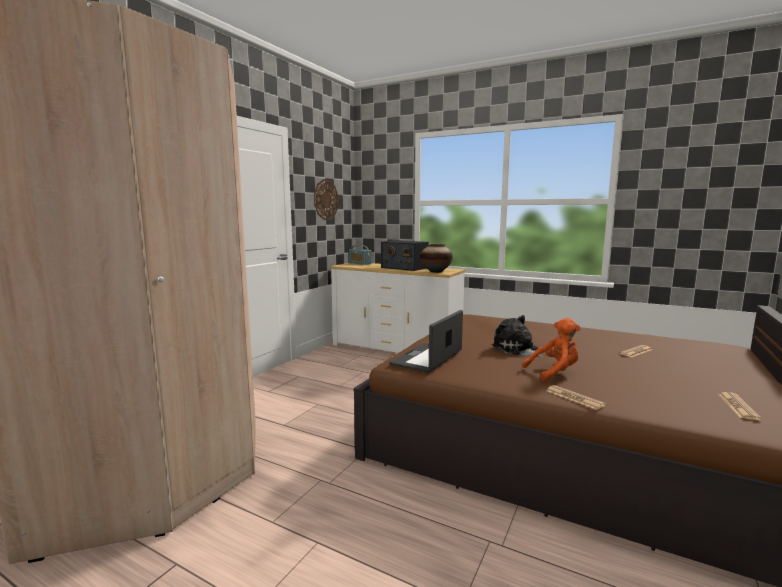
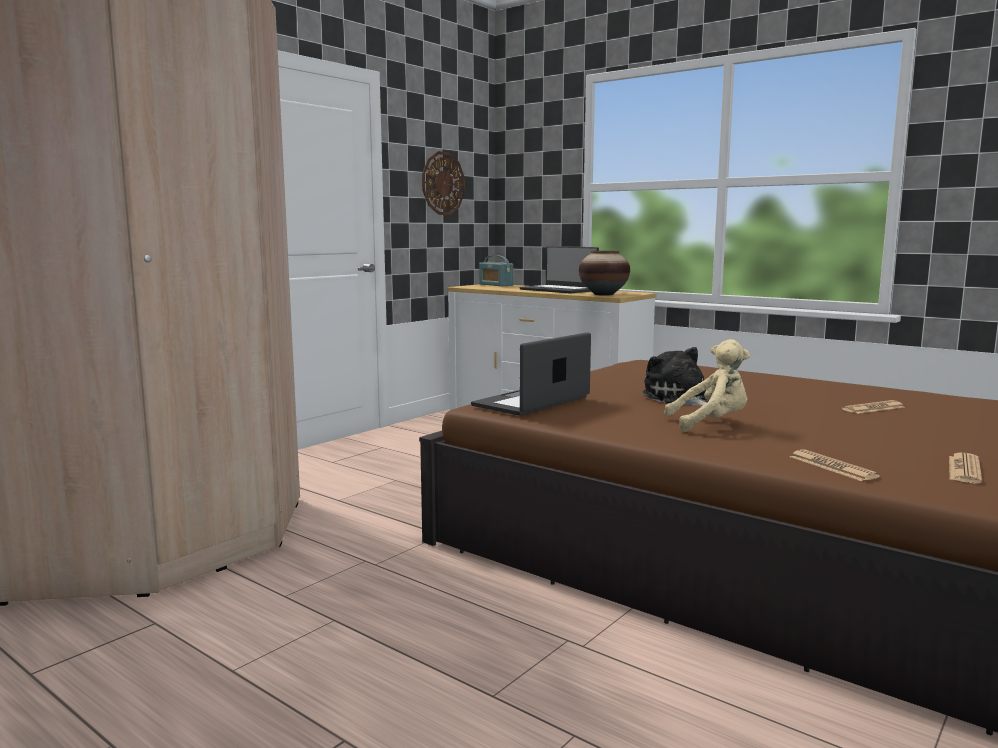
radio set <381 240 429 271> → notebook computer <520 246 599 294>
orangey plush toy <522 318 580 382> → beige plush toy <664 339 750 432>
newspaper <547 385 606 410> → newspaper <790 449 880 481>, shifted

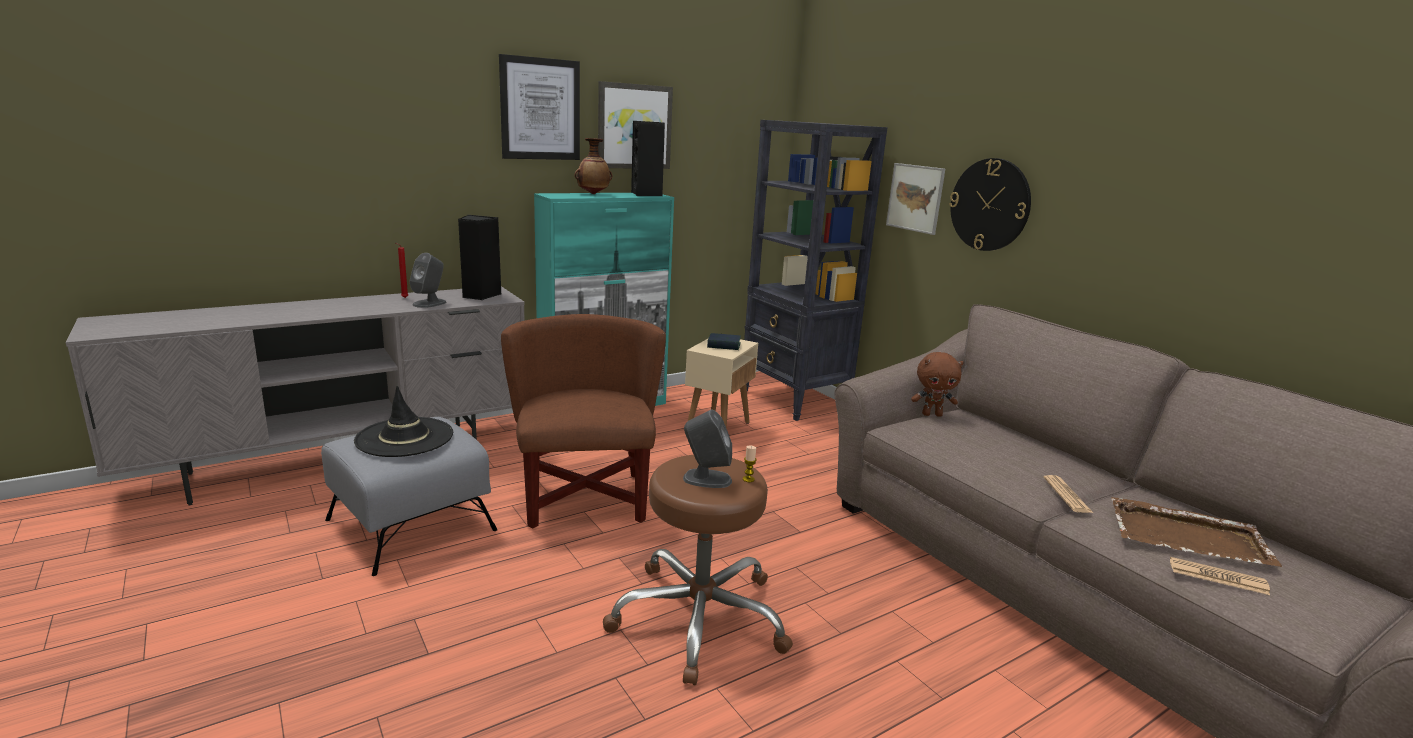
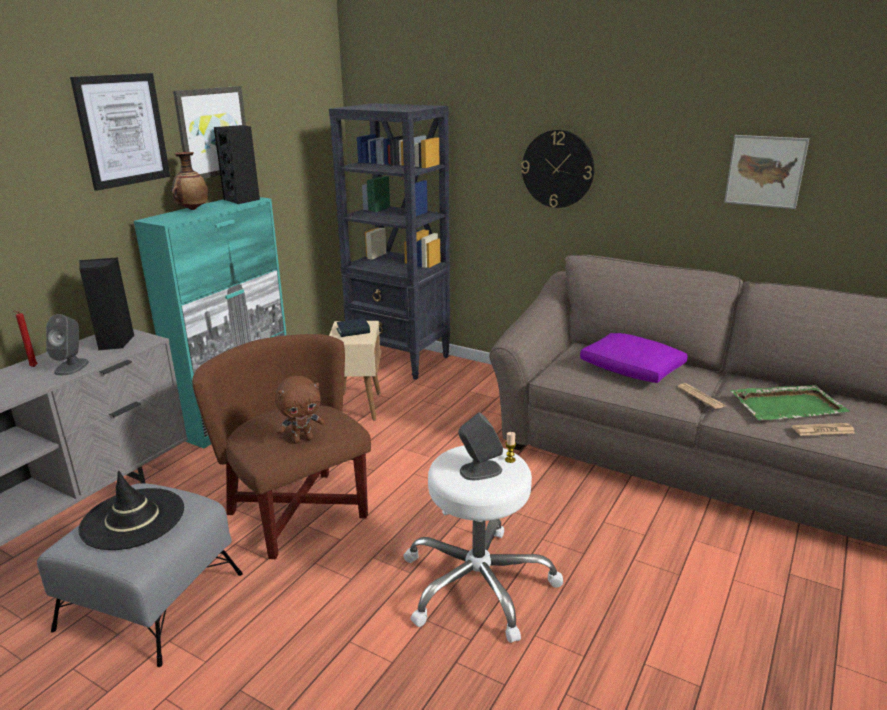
picture <886 163 945 235> → picture <724 135 809 209>, shifted
brown plush toy <911 352 964 417> → brown plush toy <275 376 325 444>, shifted
brown sitting stool <603 455 793 685> → white-coloured sitting stool <403 446 563 643>
brown serving tray <1111 497 1282 567> → green serving tray <731 385 850 420>
- → purple-coloured cushion <580 333 688 383>

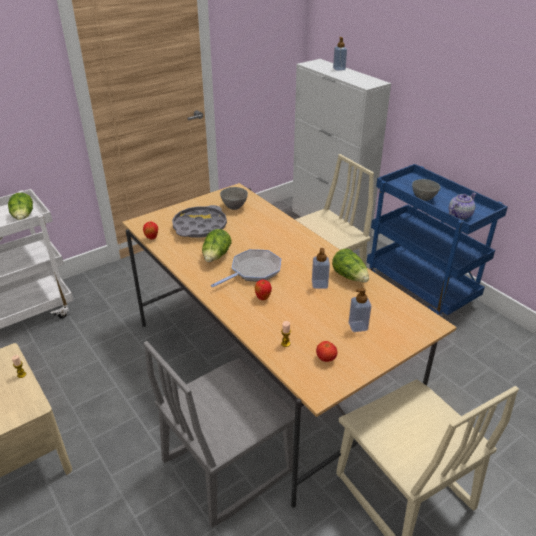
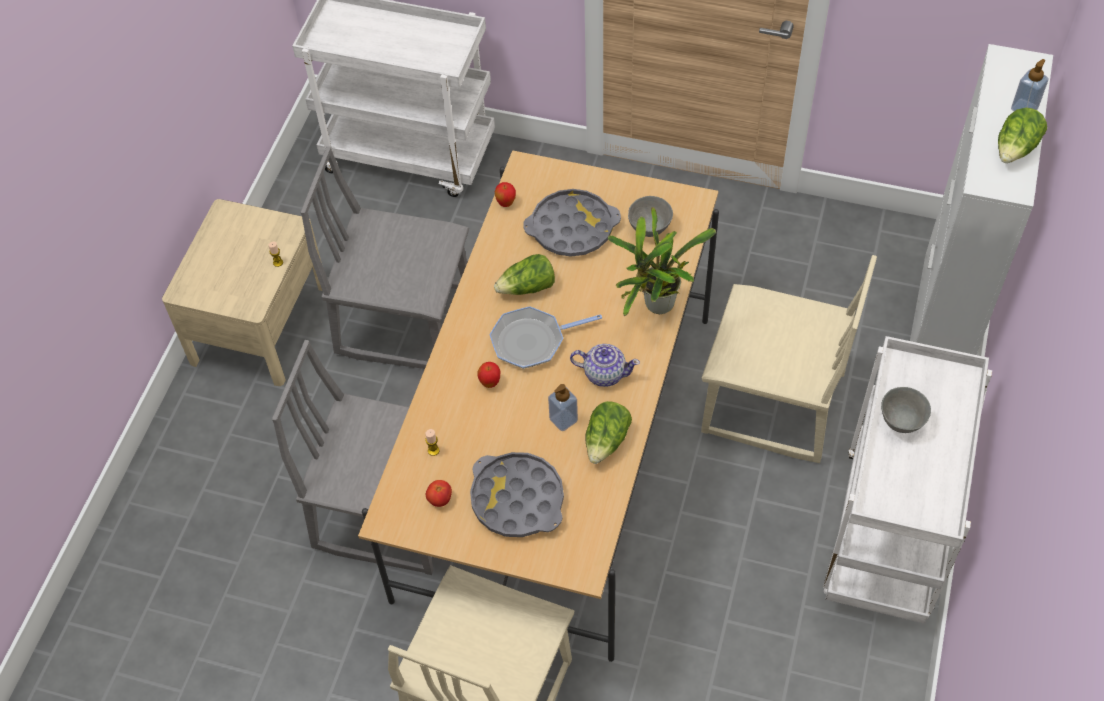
blue-coloured trolley <367 164 508 315> → white-coloured trolley <823 336 992 624>
lettuce head <8 193 33 220> → lettuce head <998 108 1047 163>, shifted
tea pot <449 193 476 220> → tea pot <570 344 640 387>, shifted
pan <211 249 281 287> → pan <489 306 602 369>, 150 degrees clockwise
liquid soap bottle <349 288 372 332> → greyish serving tray <470 452 564 537>
- → greyish upright chair <301 146 469 369>
- → plant in a pot <608 207 716 316>

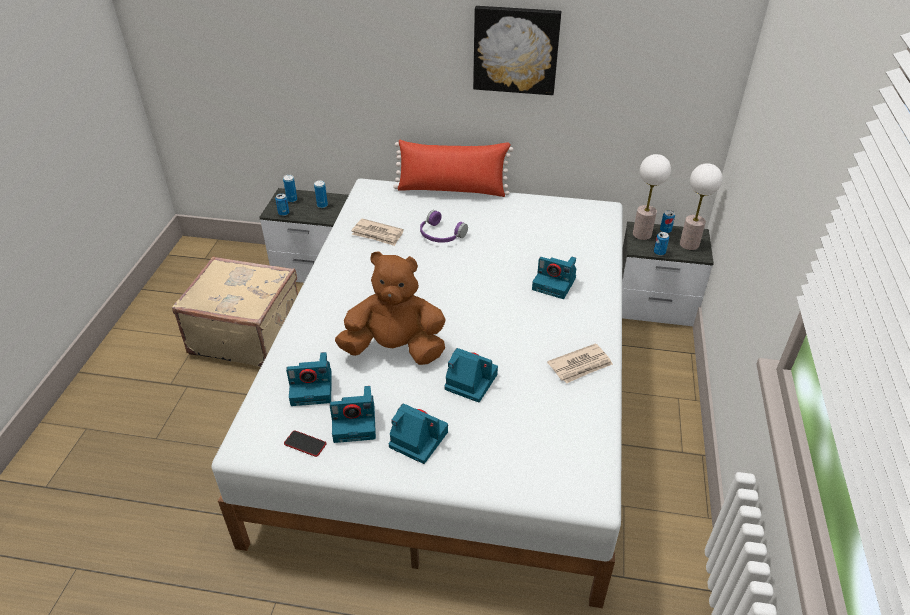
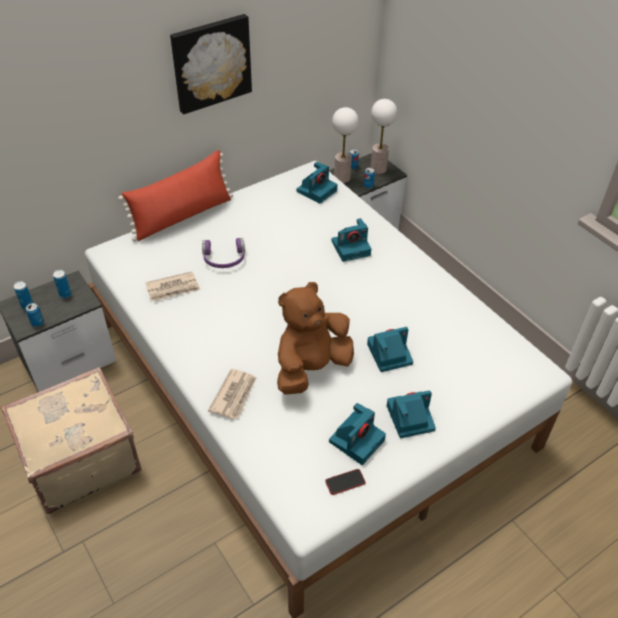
newspaper <547 343 613 383> → newspaper <208 369 257 419>, shifted
still camera <286 352 332 406> → still camera <297 162 337 204>, shifted

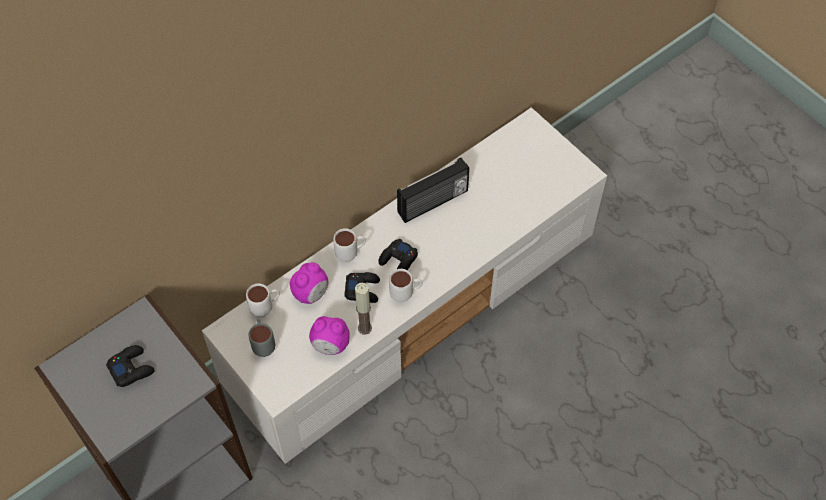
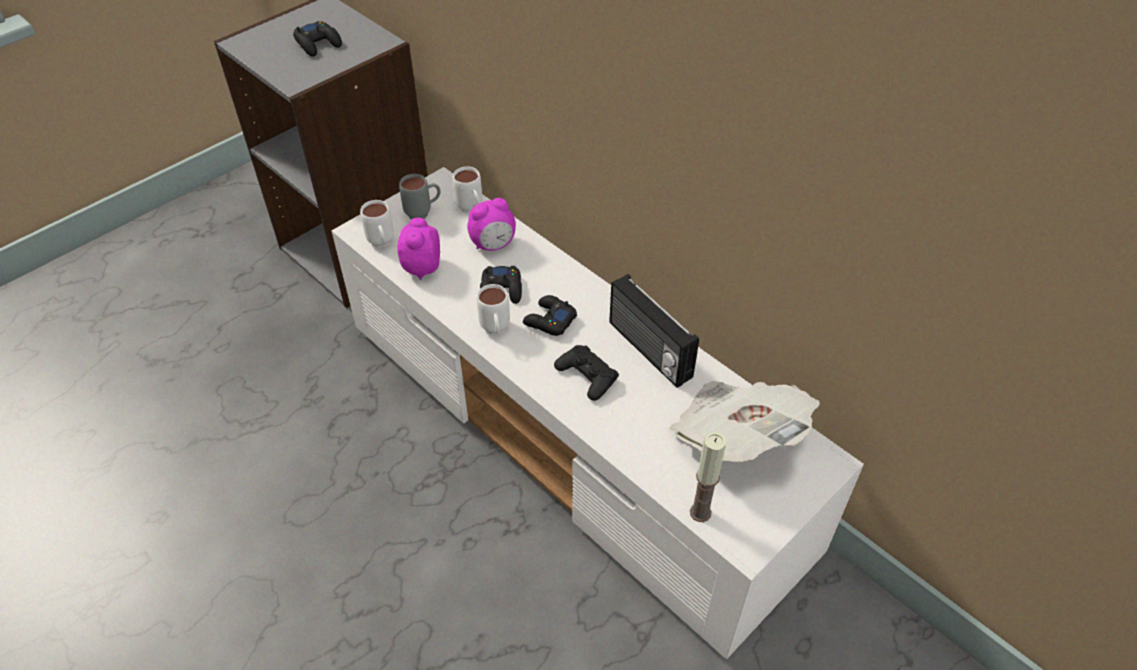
white-coloured mug <333 228 366 262> → white-coloured mug <360 200 394 248>, shifted
bedside clock <290 262 328 304> → bedside clock <467 198 516 251>, 60 degrees counterclockwise
wax light <355 283 372 335> → wax light <690 432 726 522>, shifted
- → black game controller <554 345 619 401>
- → newspaper <669 381 820 462>

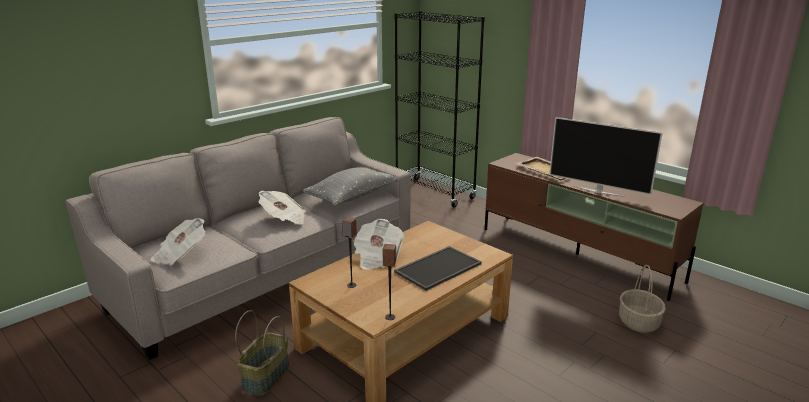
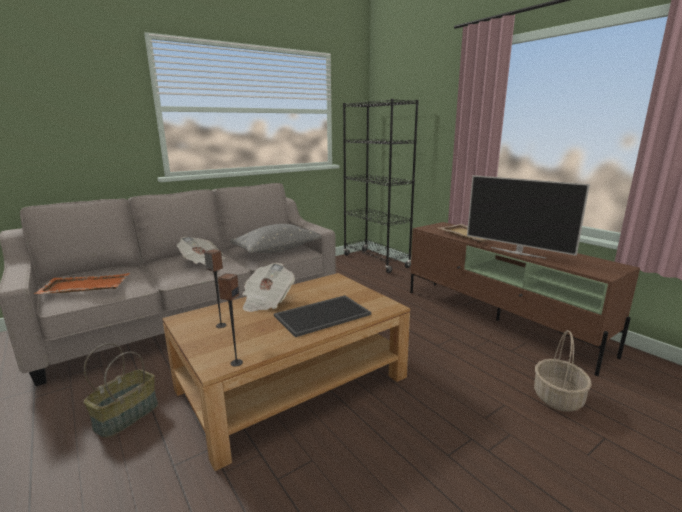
newspaper <151 218 205 265> → orangey serving tray <34 273 130 294>

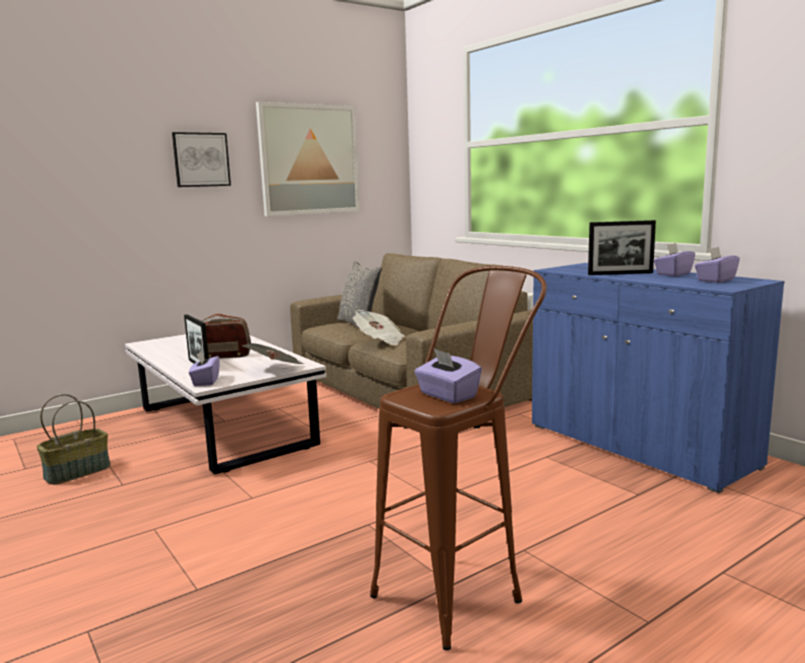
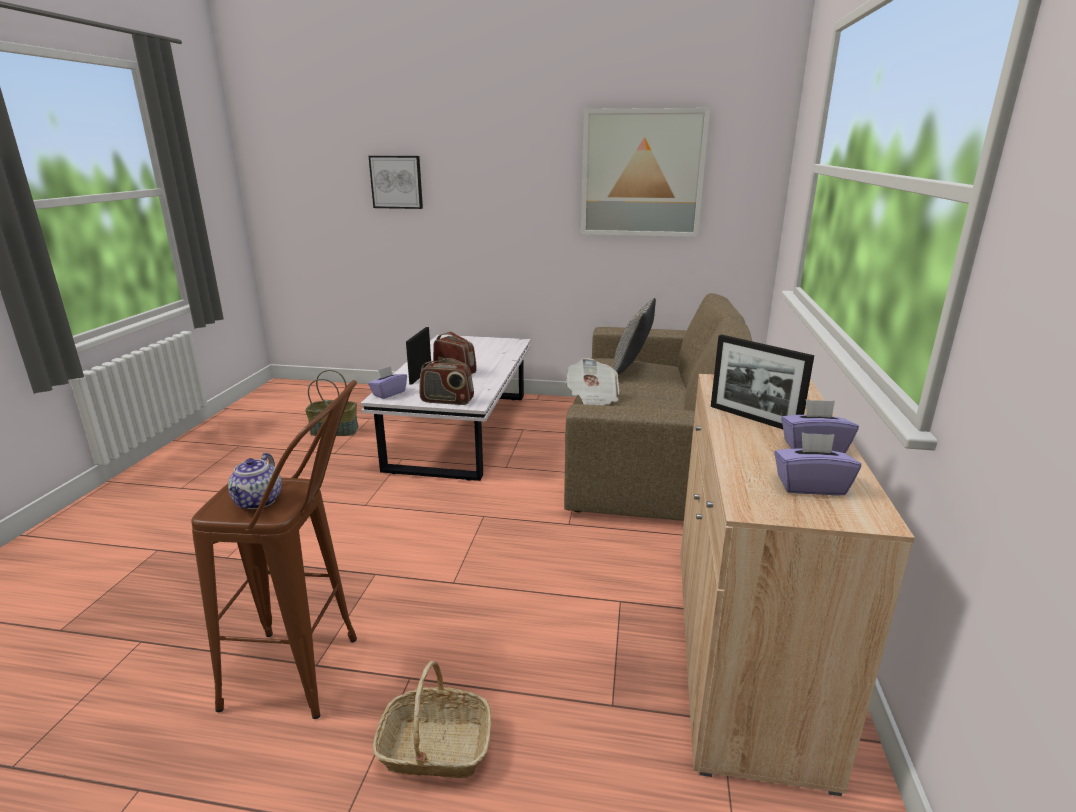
picture <172 132 231 187> → picture <369 156 423 209>, shifted
blue-coloured storage cabinet <532 263 784 493> → beige storage cabinet <680 374 915 796>
newspaper <242 343 305 364> → radio set <419 358 474 405>
purple-coloured tissue holder <414 349 482 404> → tea pot <228 453 282 509>
- → storage basket <373 661 491 778>

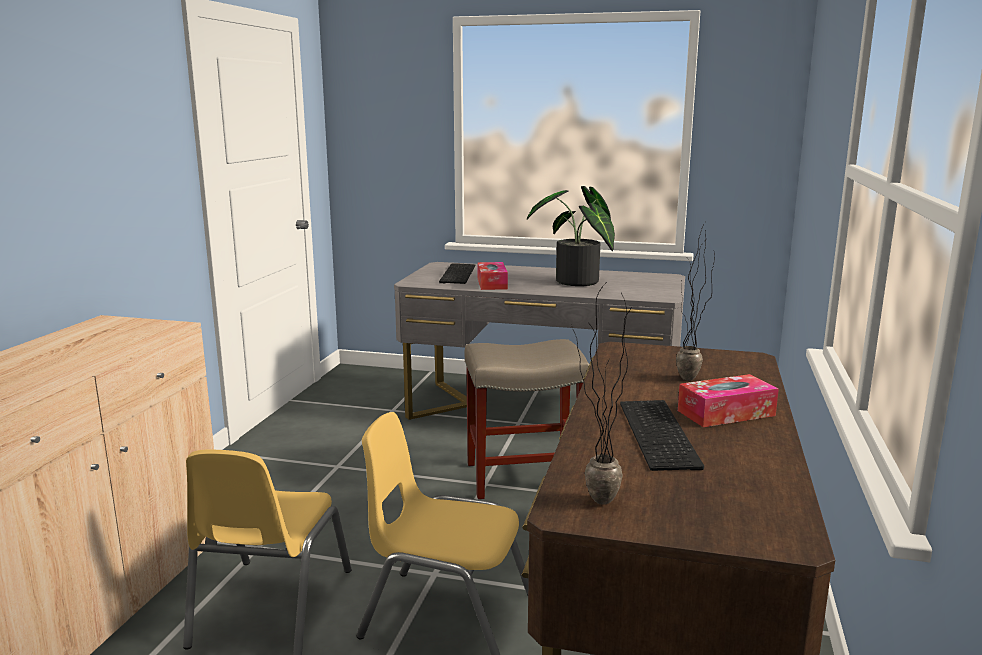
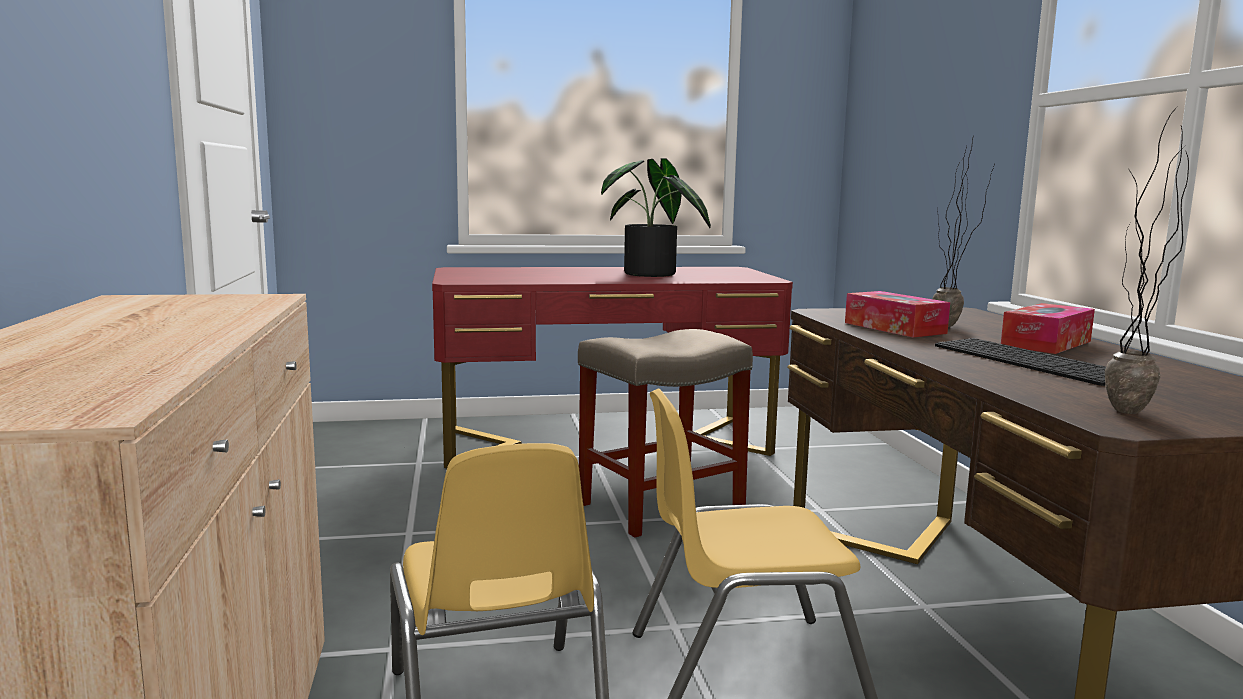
greyish desk table <394 262 685 420> → red-coloured desk table <432 267 793 468>
tissue holder <478 262 508 290> → tissue holder <845 291 950 337>, shifted
computer keyboard <439 263 475 284> → -

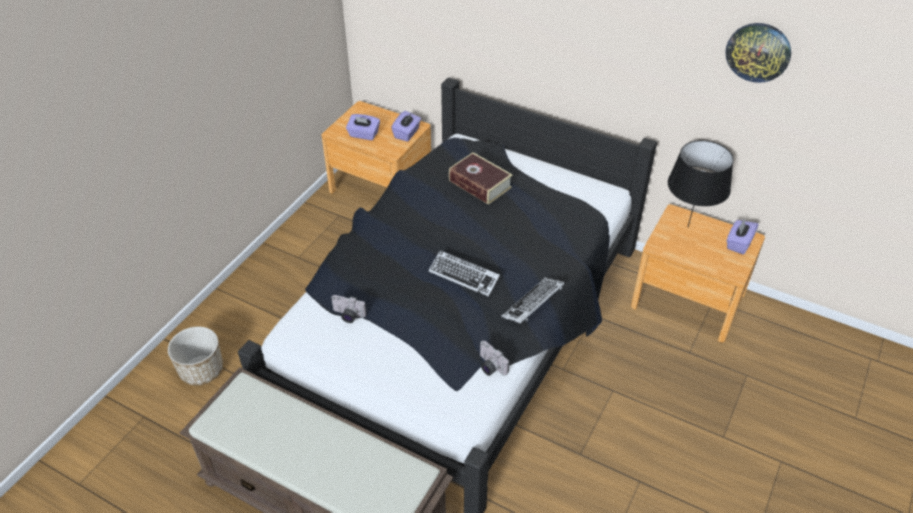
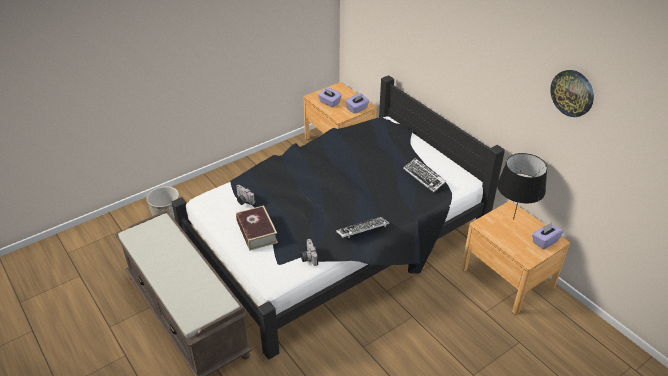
bound book <449 152 513 205> → bound book <236 205 278 251>, shifted
computer keyboard <429 250 500 297> → computer keyboard <403 158 446 193>, shifted

